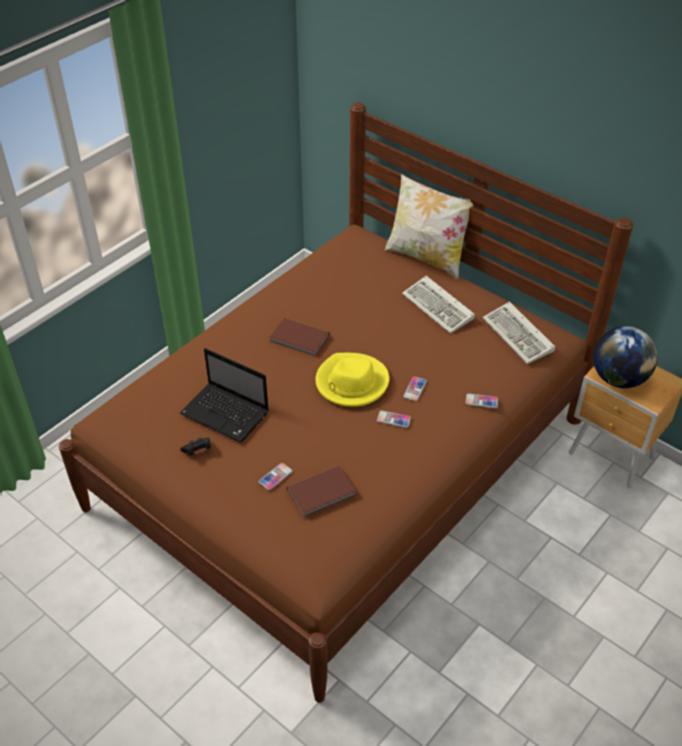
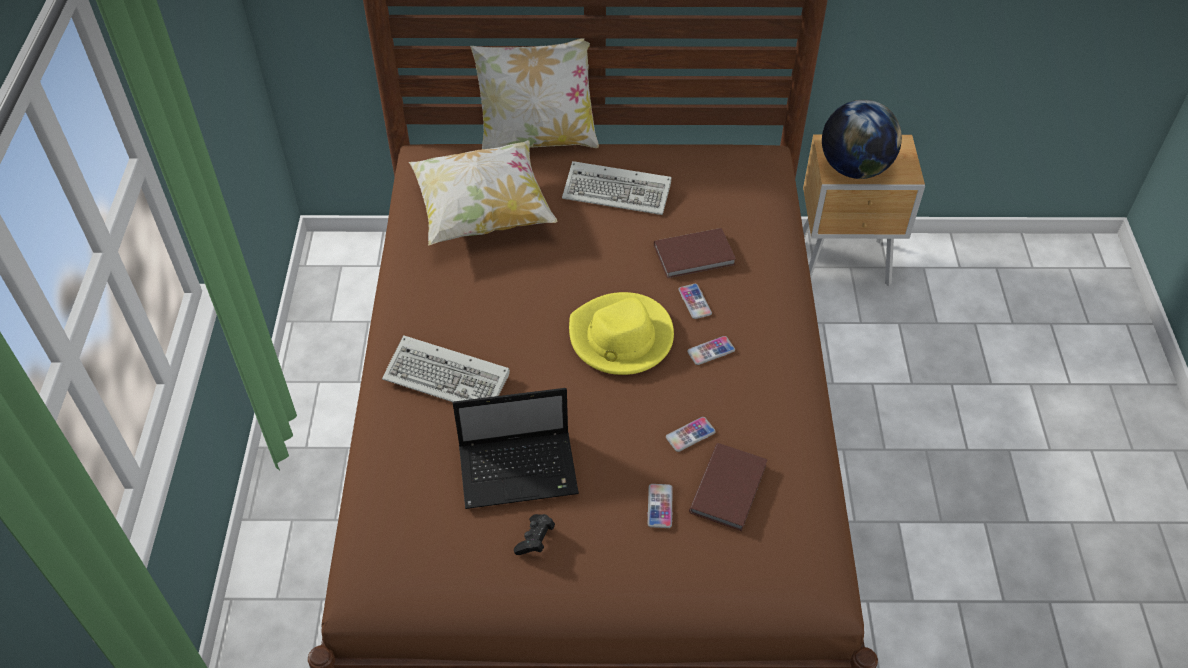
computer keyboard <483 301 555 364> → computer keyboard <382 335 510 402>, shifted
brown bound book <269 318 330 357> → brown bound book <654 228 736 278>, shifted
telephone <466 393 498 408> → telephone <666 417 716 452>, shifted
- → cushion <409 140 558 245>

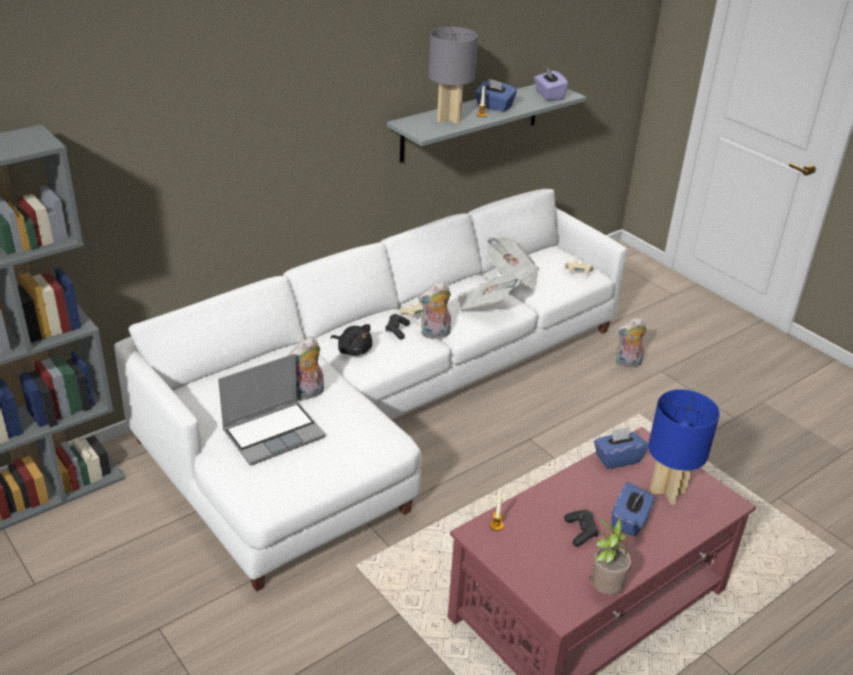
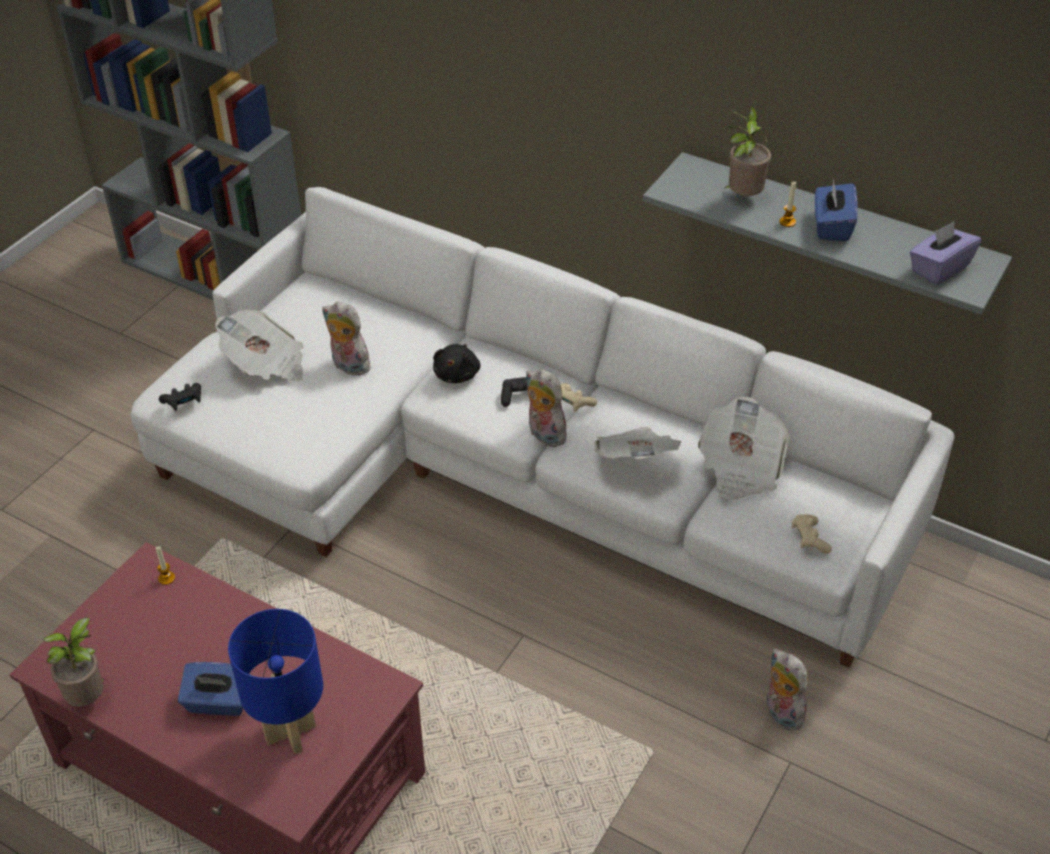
greyish tabletop lamp <428 27 478 124> → plant in a pot <725 106 771 196>
notebook computer <218 354 325 466> → newspaper <215 310 303 381>
blue-coloured tissue holder <594 427 648 469> → -
black game controller <564 509 599 547> → black game controller <159 383 201 411>, shifted

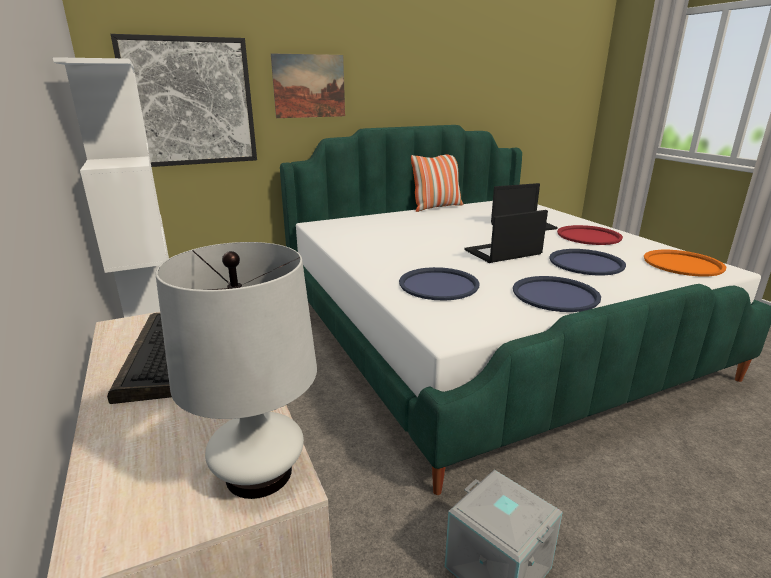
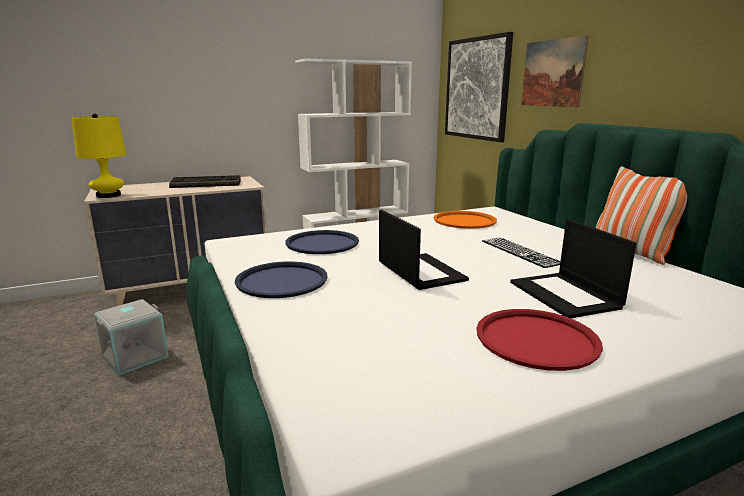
white-coloured tabletop lamp <156 242 317 499> → yellowish tabletop lamp <71 113 127 198>
blue-coloured serving tray <549 249 626 275> → -
orangey serving tray <644 250 726 277> → orangey serving tray <434 211 497 229>, shifted
- → computer keyboard <482 237 561 268>

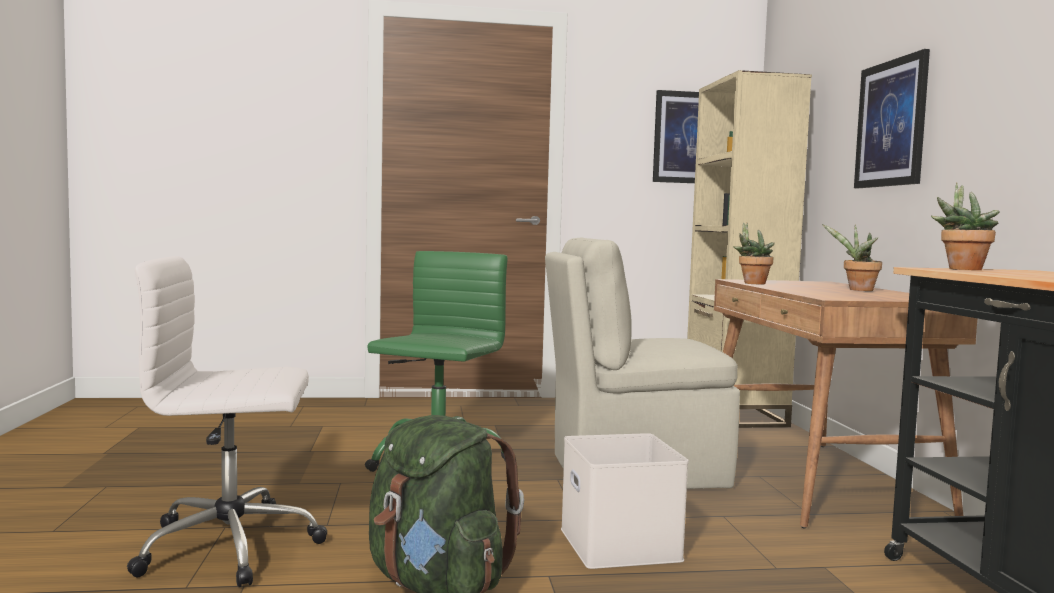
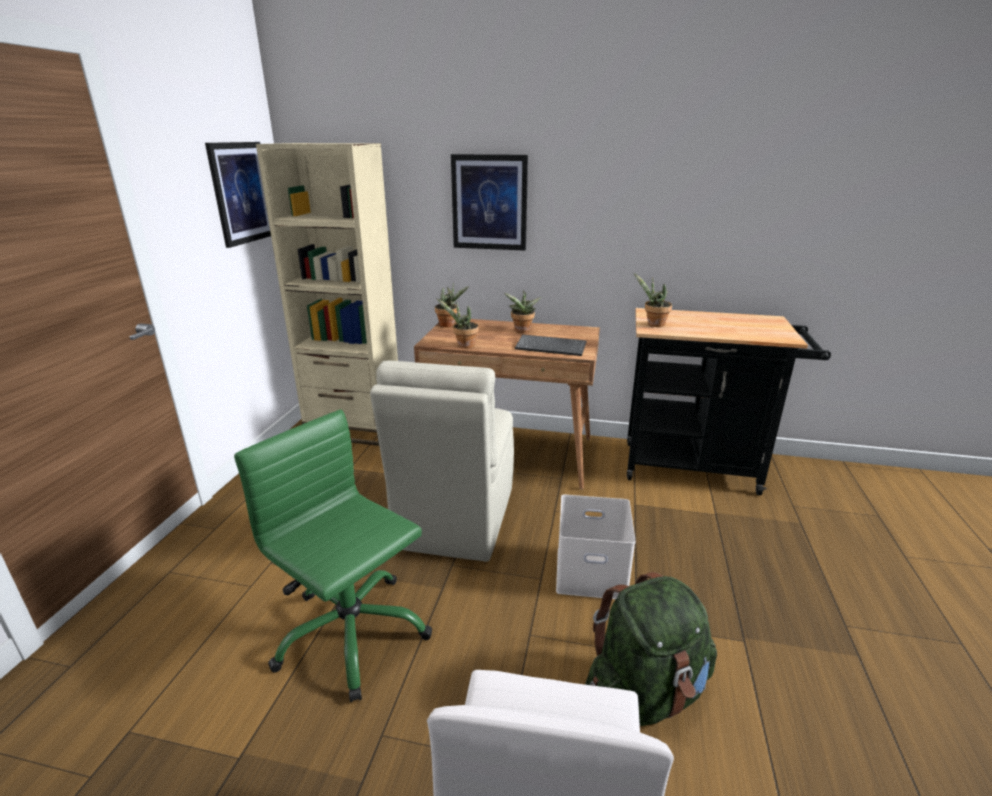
- → plant in a pot <435 282 469 327>
- → computer keyboard <515 334 587 356>

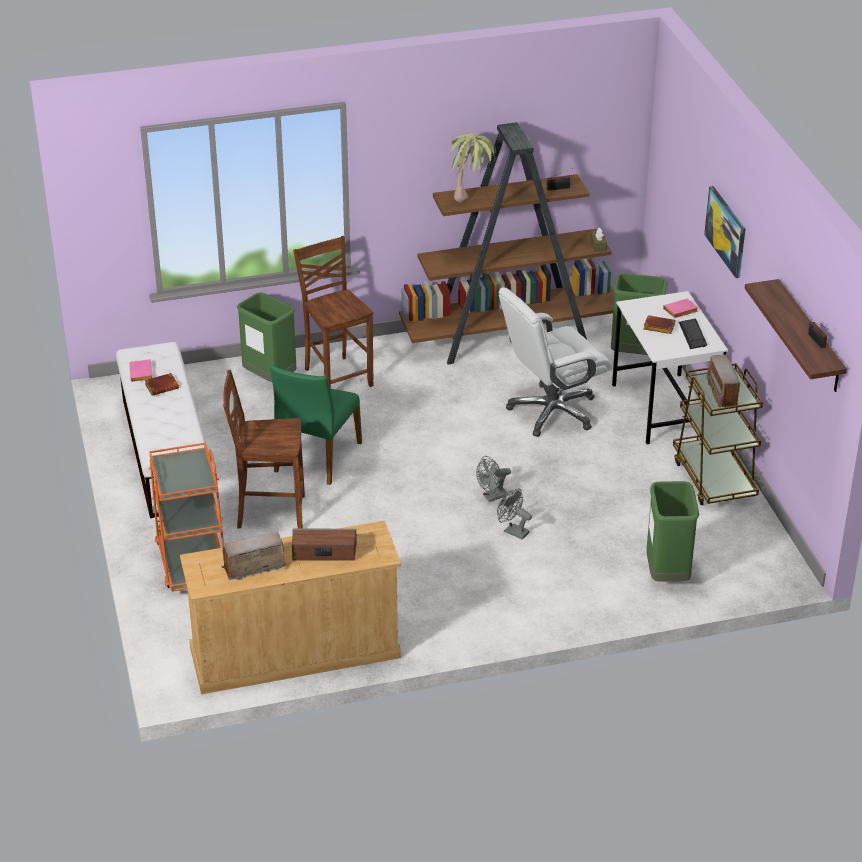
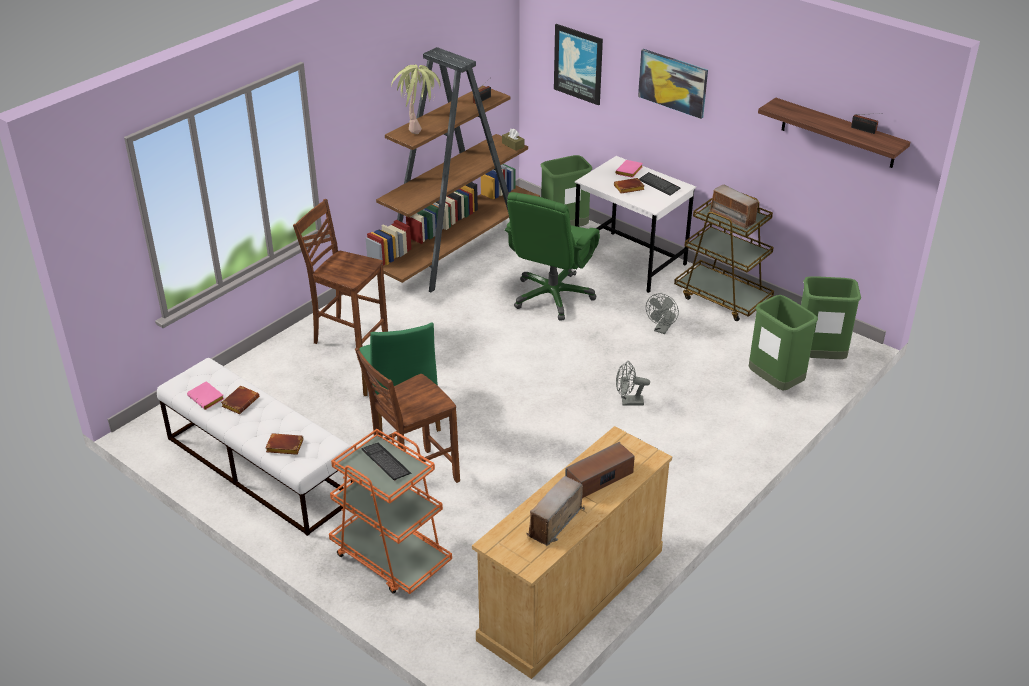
white-coloured computer chair <499 287 612 437> → green computer chair <505 192 600 321>
green rubbish bin <237 292 297 382> → green rubbish bin <801 276 861 359>, shifted
greyish cooling fan <476 456 511 502> → greyish cooling fan <646 294 679 334>, shifted
- → picture <554 24 603 106>
- → brown bound book <265 433 303 455>
- → computer keyboard <362 443 411 481>

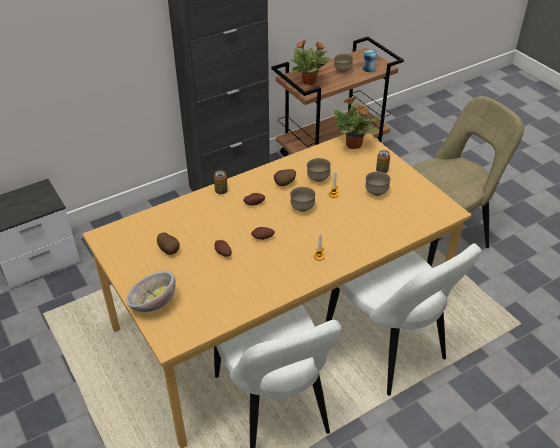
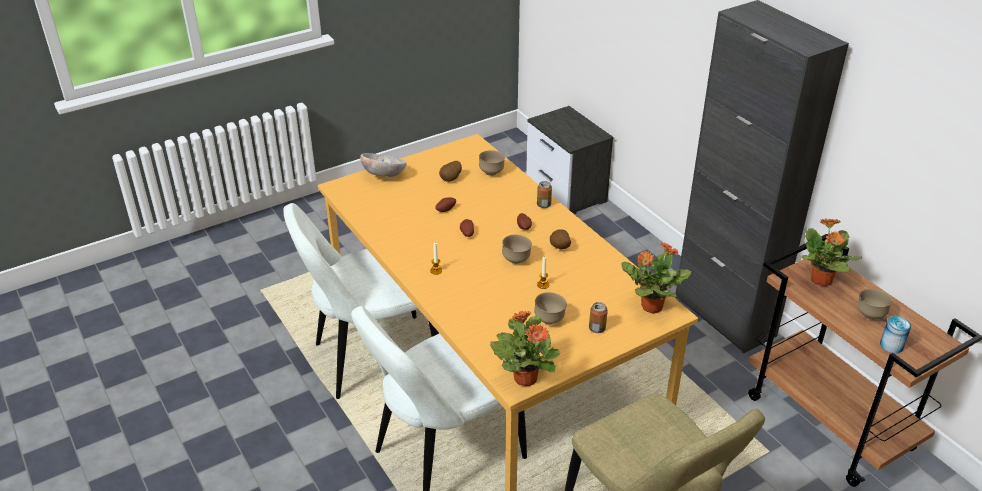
brown serving bowl <306 158 331 182> → brown serving bowl <479 150 505 176>, shifted
- → plant in a pot <490 311 560 386>

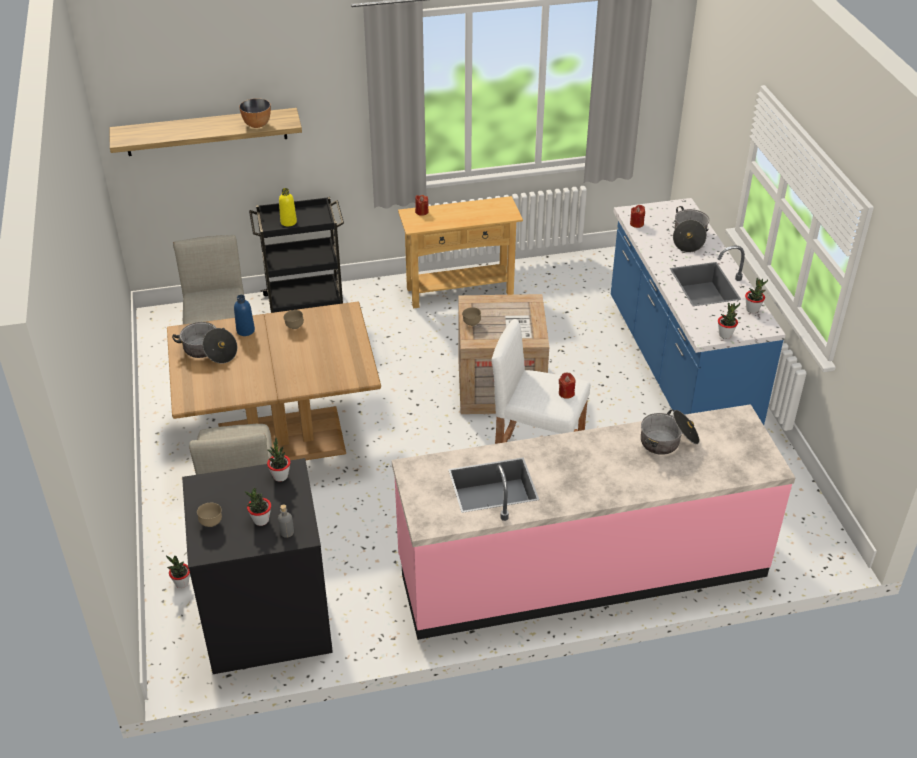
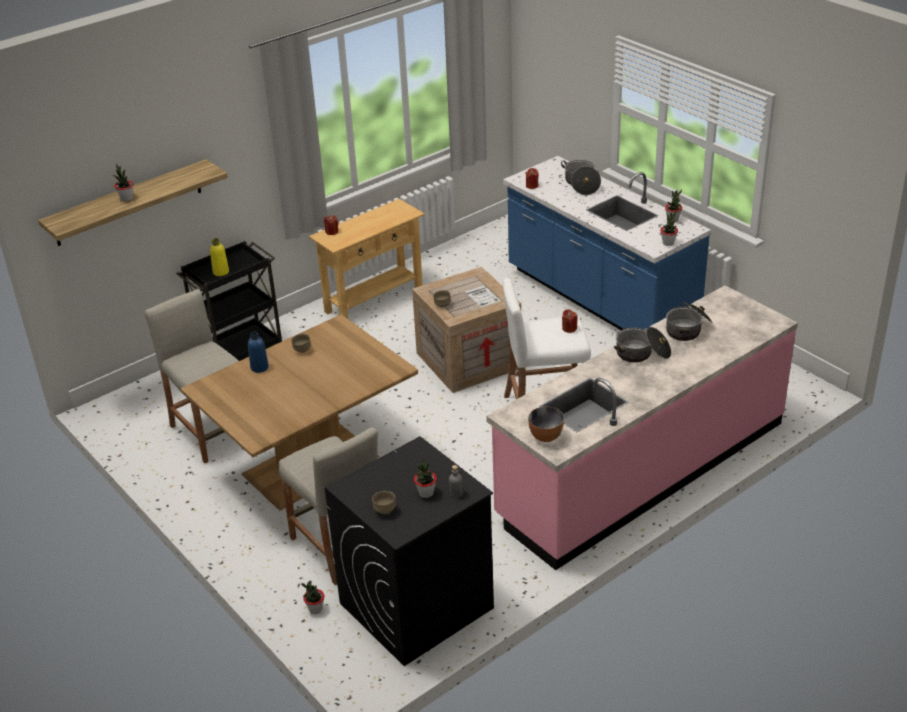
serving bowl <239 98 271 128> → serving bowl <528 407 564 442>, shifted
saucepot <172 322 238 364> → saucepot <614 327 671 363>, shifted
plant in a pot <267 437 291 482> → plant in a pot <113 164 133 202>, shifted

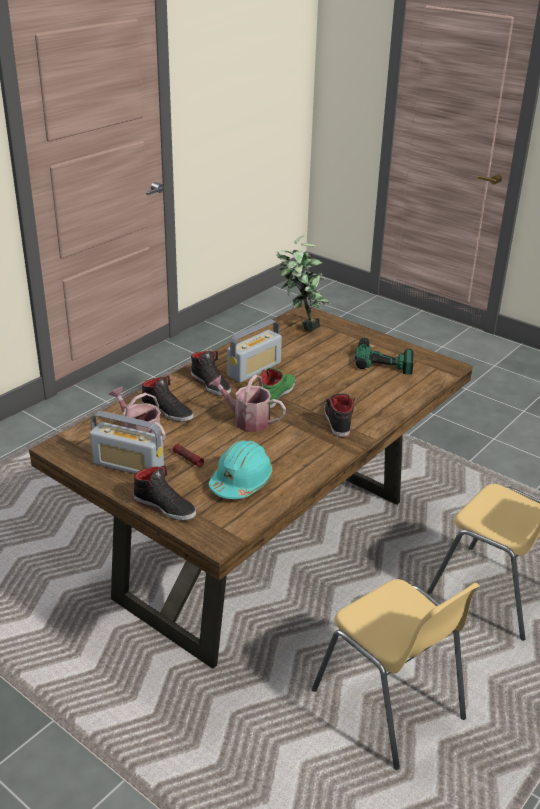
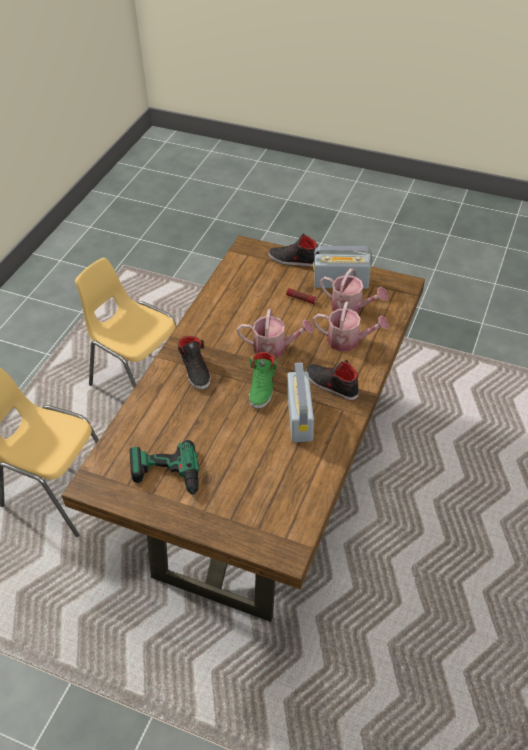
plant in a pot <276 235 331 331> → -
radio set <227 319 282 383> → radio set <287 363 314 442>, 150 degrees clockwise
black item of footwear <141 376 194 422> → watering pot <313 301 389 352>
blue-green hard hat <209 440 274 499> → -

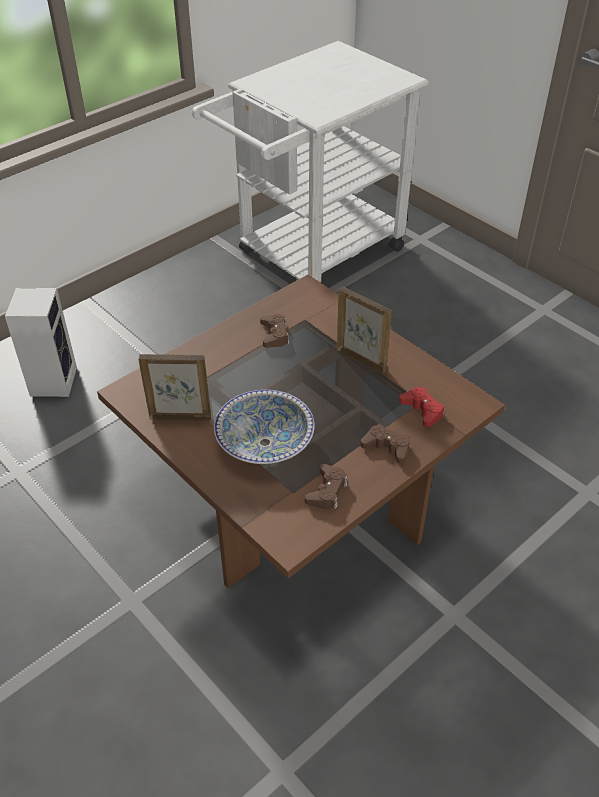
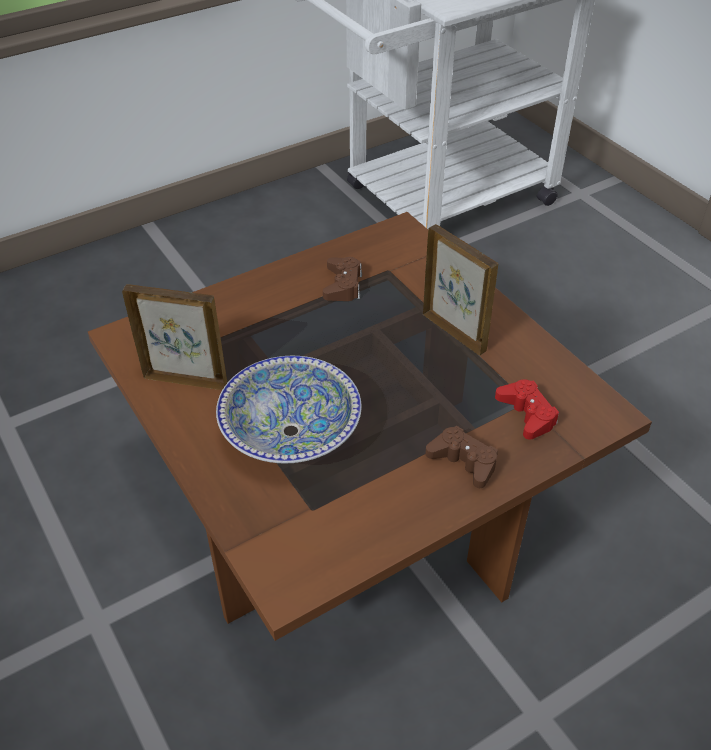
audio speaker <5 288 77 397> → -
brown game controller <305 464 347 509> → -

